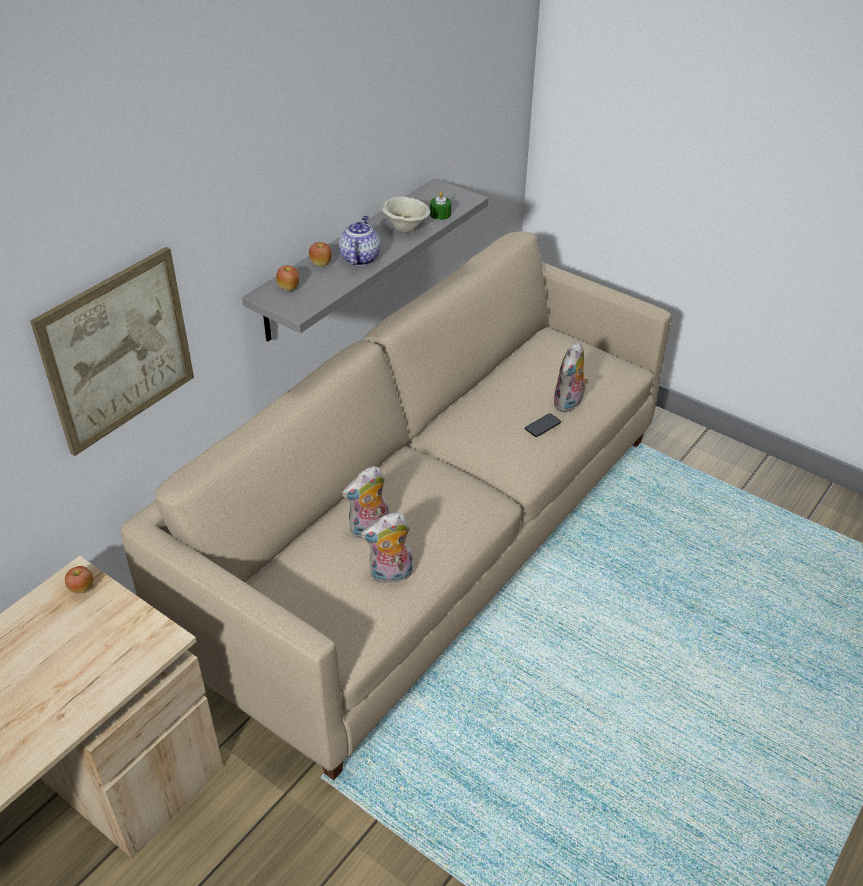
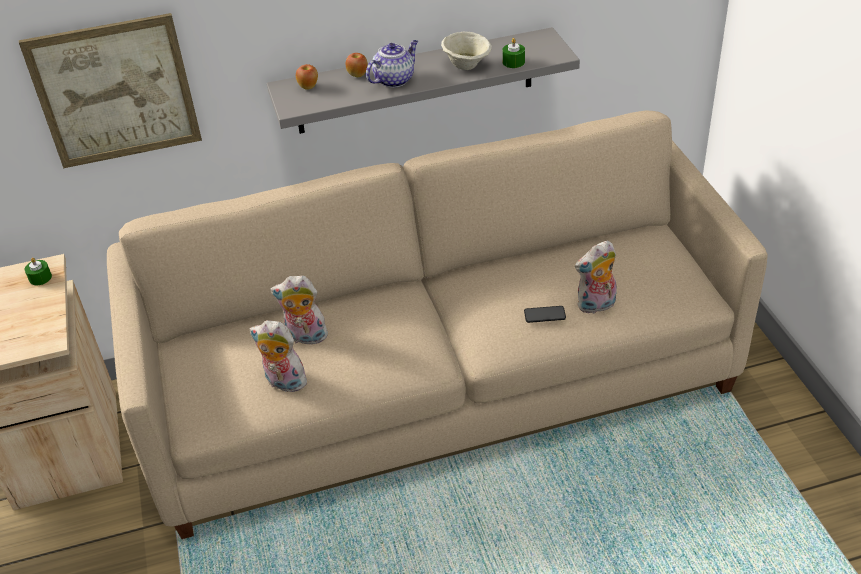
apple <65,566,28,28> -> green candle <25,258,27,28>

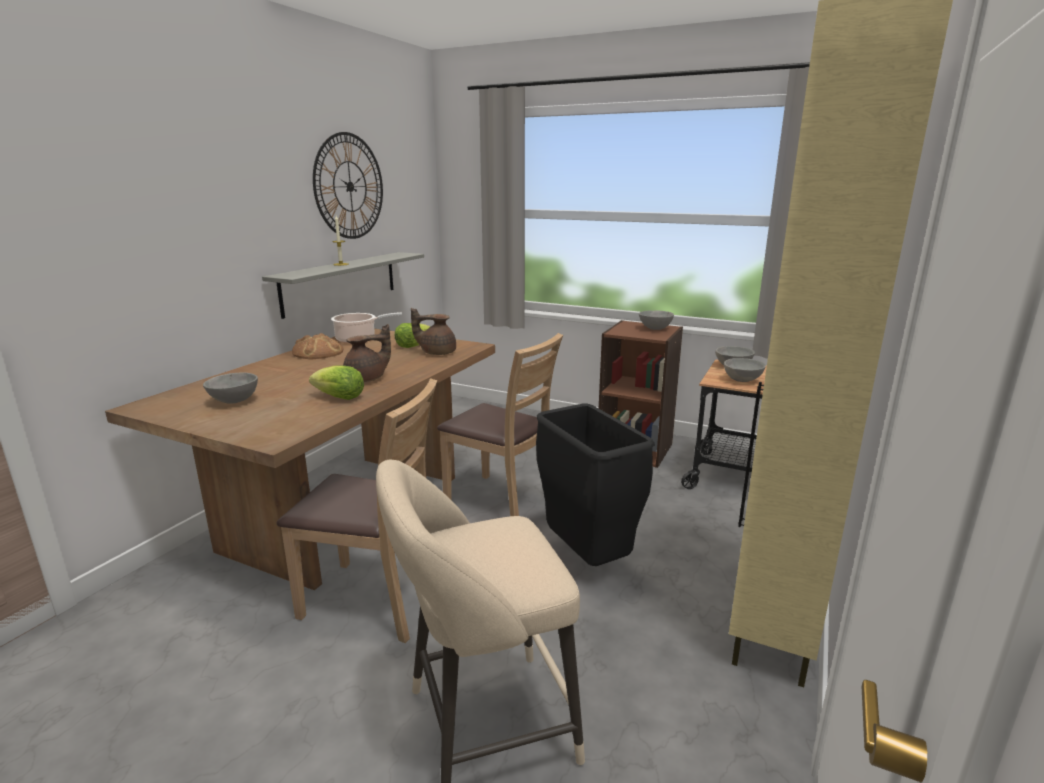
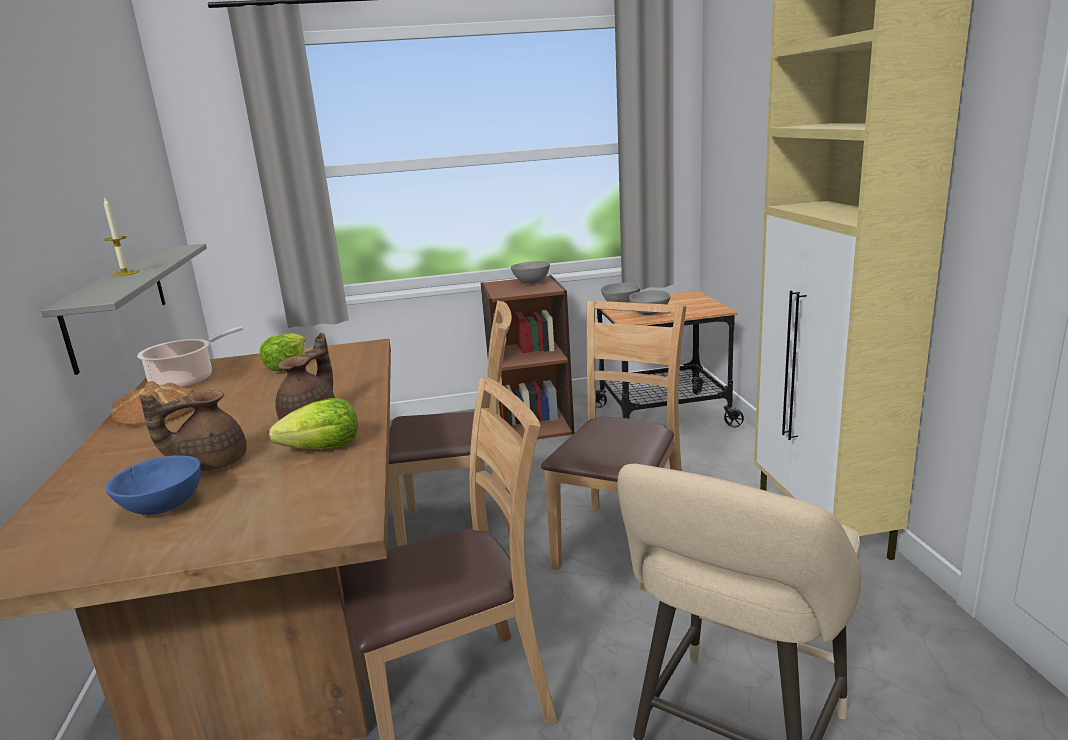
wall clock <313,132,70,107> -> none
brown teapot <411,308,45,47> -> brown teapot <140,390,107,82>, moved
grey bowl <203,372,55,32> -> blue bowl <106,455,95,60>
black trash can <536,404,118,162> -> brown chair <541,301,146,290>

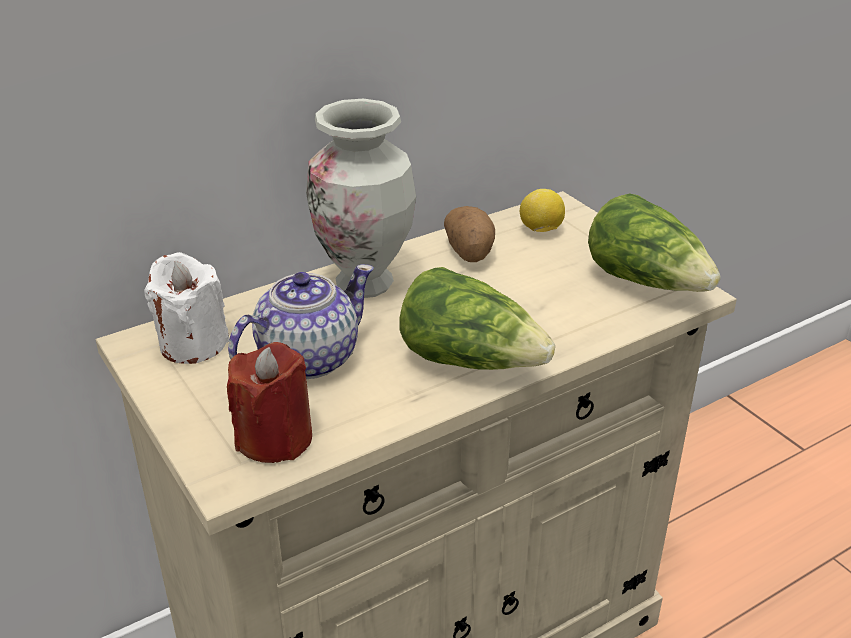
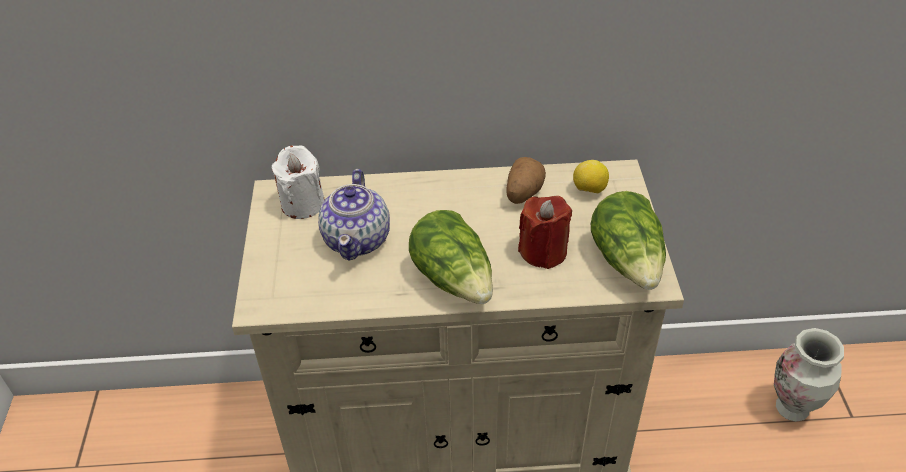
vase <306,99,110,199> -> vase <774,328,70,94>, moved
teapot <228,264,146,115> -> teapot <318,169,72,92>, 105 degrees clockwise
red candle <227,342,85,121> -> red candle <518,196,54,73>, moved

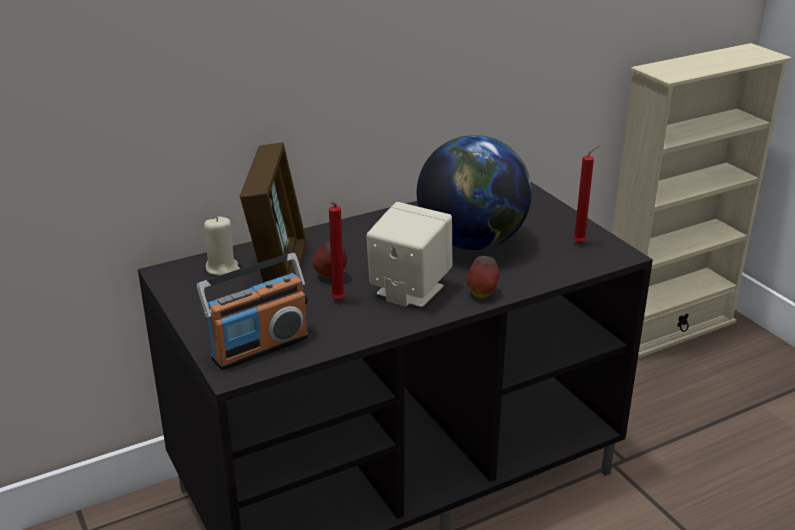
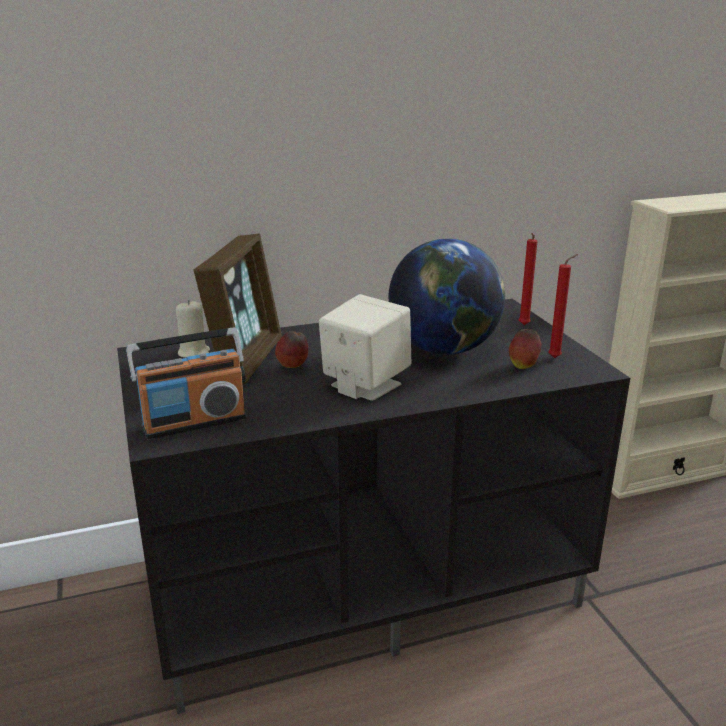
red candle <329,202,16,99> -> red candle <519,233,19,92>, moved
apple <467,256,33,42> -> apple <509,329,32,40>, moved

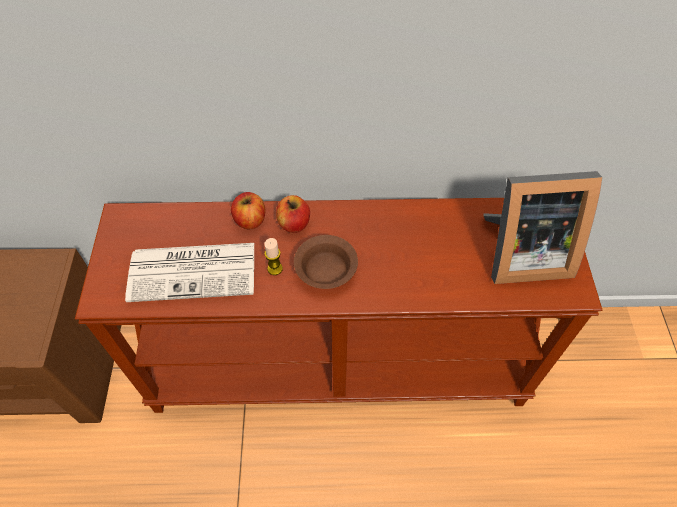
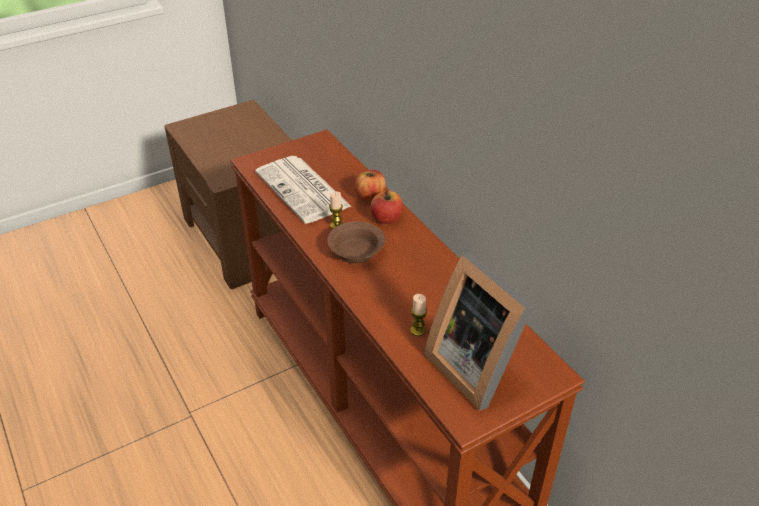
none -> candle <410,294,17,42>

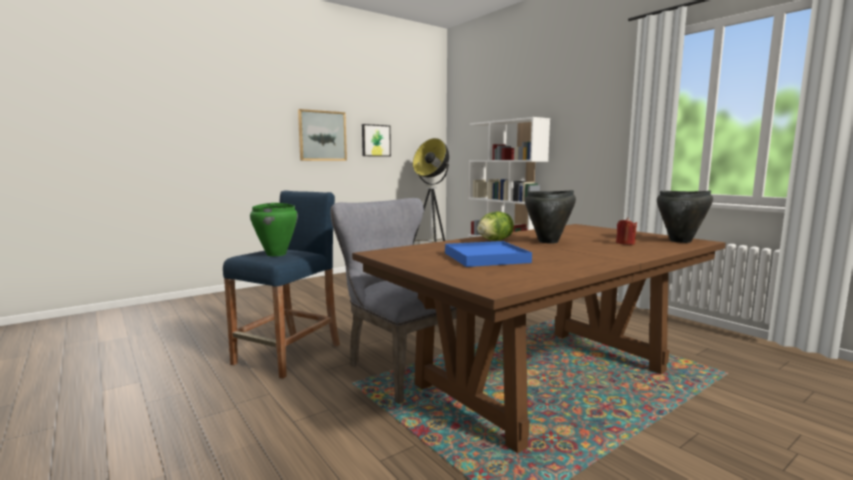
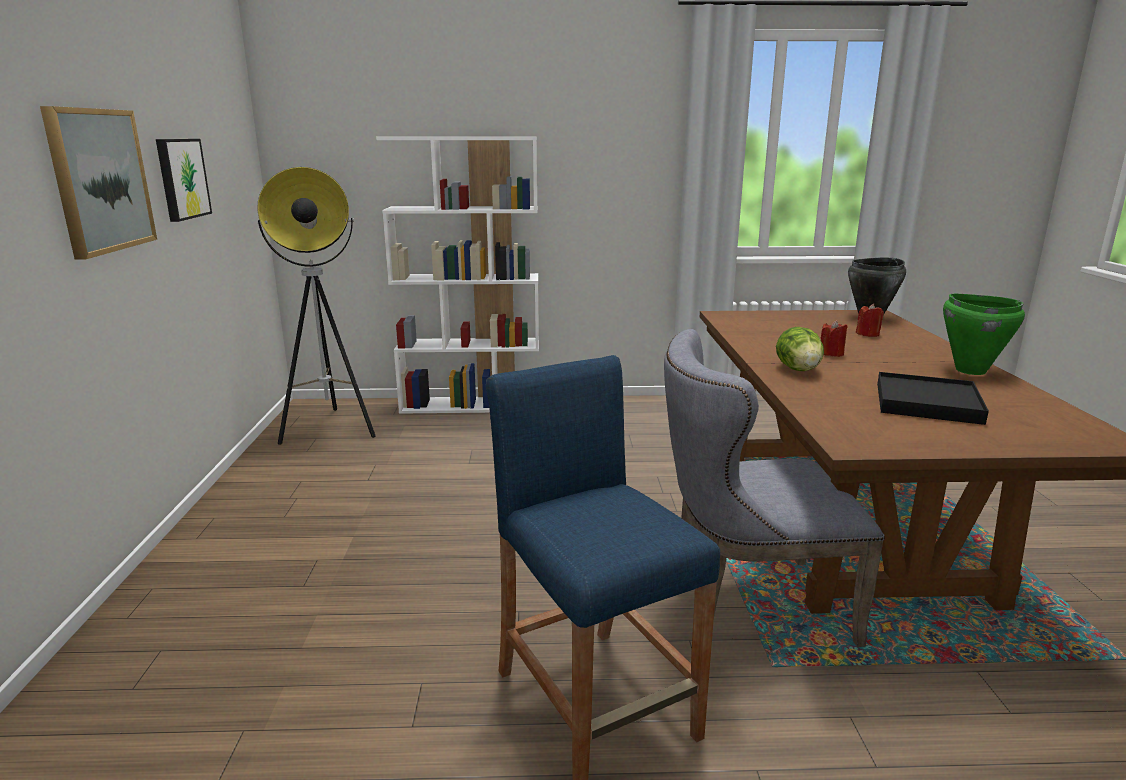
black cooking pot <525,190,51,54> -> red candle <821,320,27,37>
green cooking pot <250,203,48,53> -> green cooking pot <943,294,82,81>, moved
blue tray <445,241,87,26> -> black tray <877,372,112,53>

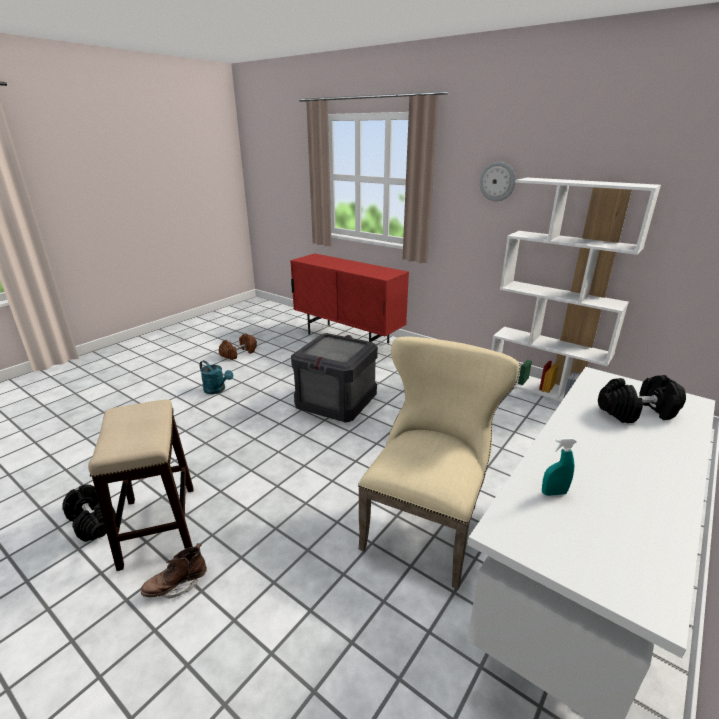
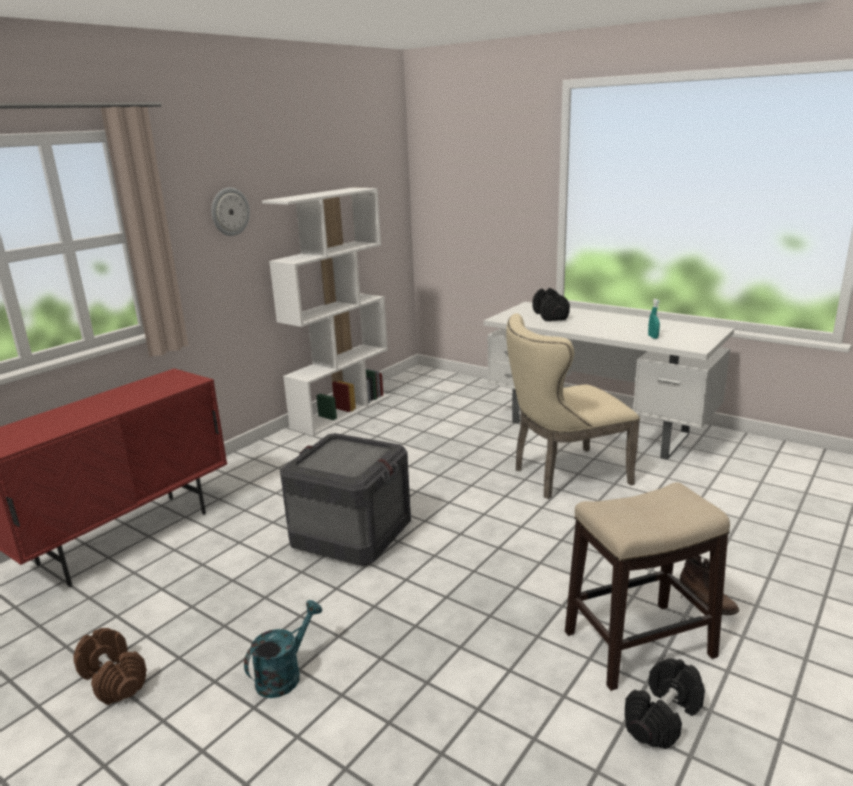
beige chair <358,337,162,252> -> beige chair <506,313,134,186>, 45 degrees counterclockwise

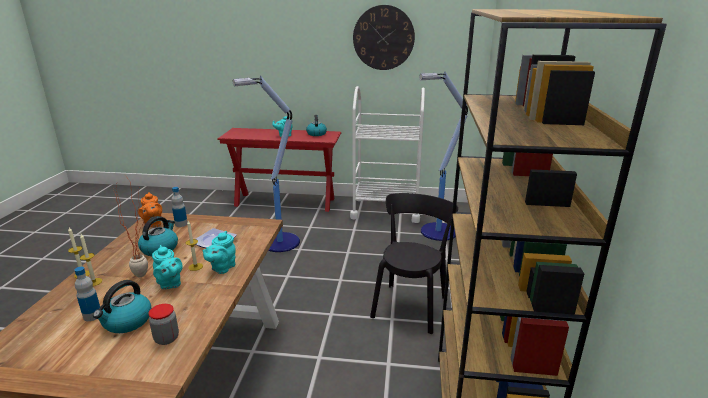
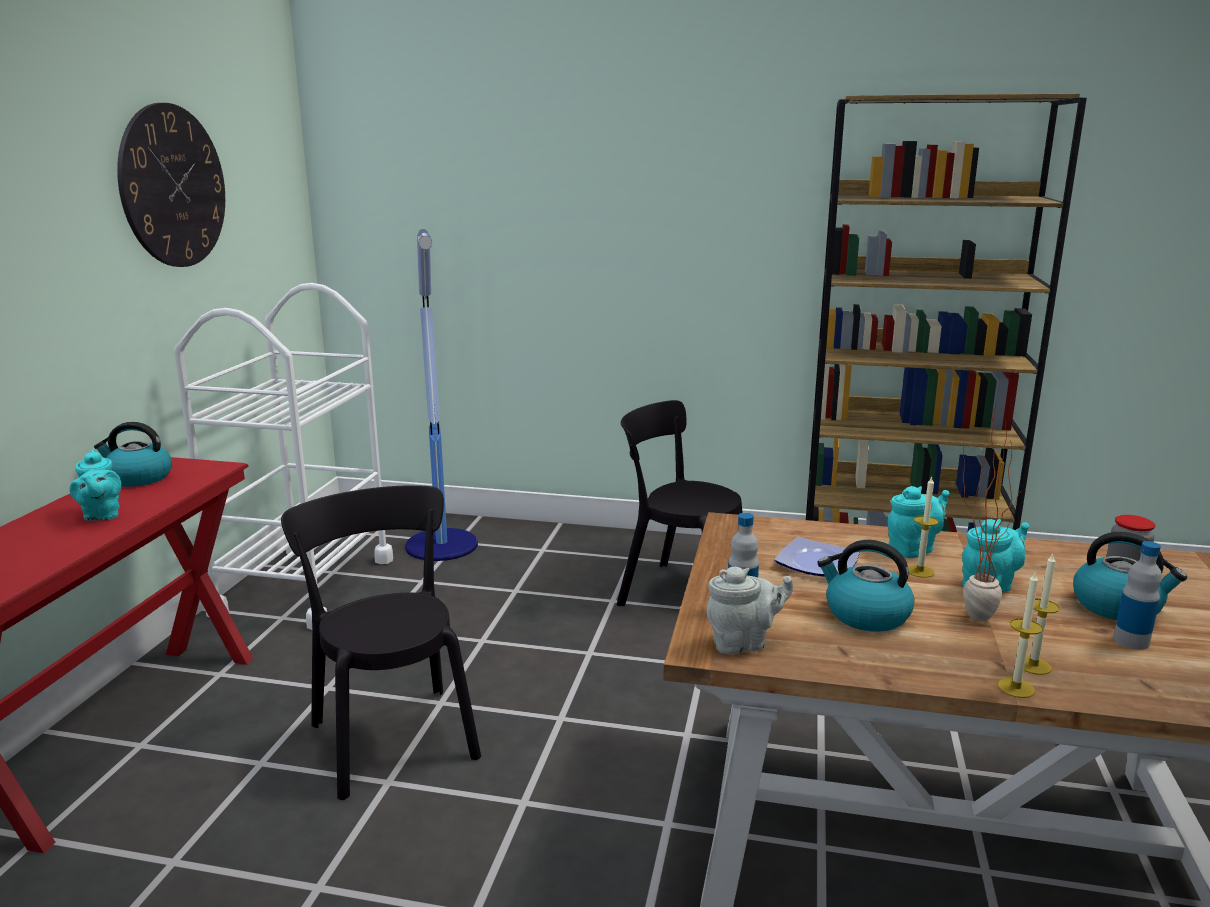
floor lamp <233,76,67,176> -> black chair <281,485,200,315>
orange teapot <138,192,24,35> -> grey teapot <707,567,86,88>
turquoise teapot <202,231,34,43> -> turquoise teapot <888,486,61,72>, 60 degrees counterclockwise

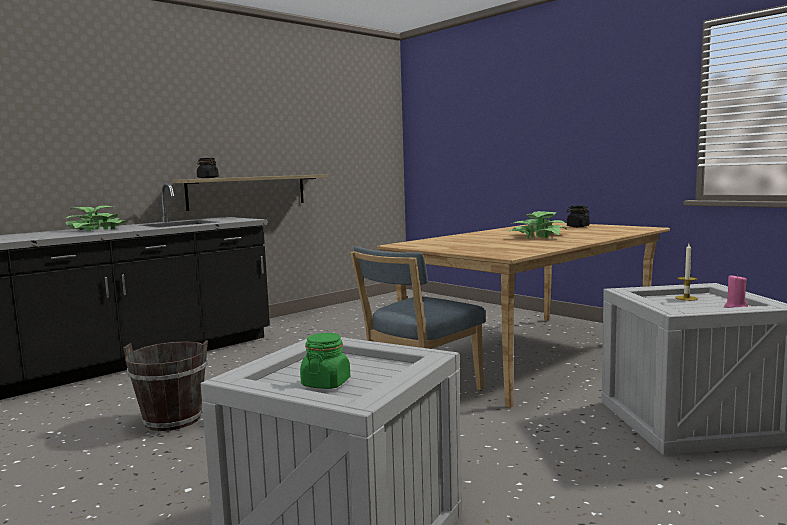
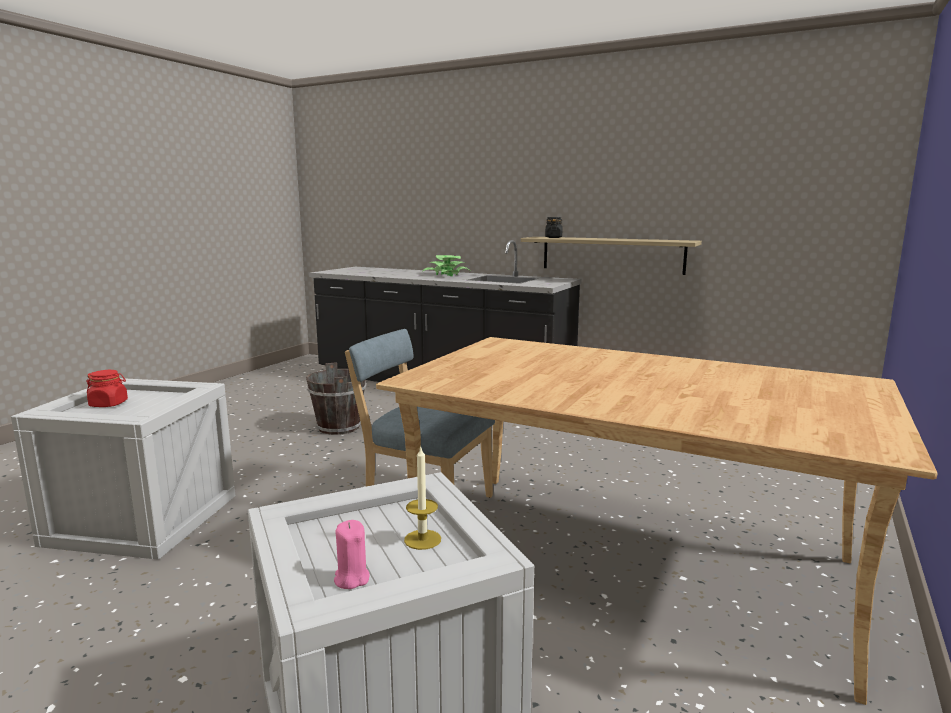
black jar <567,205,23,22> -> none
potted plant <507,211,60,27> -> none
green jar <300,333,50,56> -> red jar <86,370,42,37>

